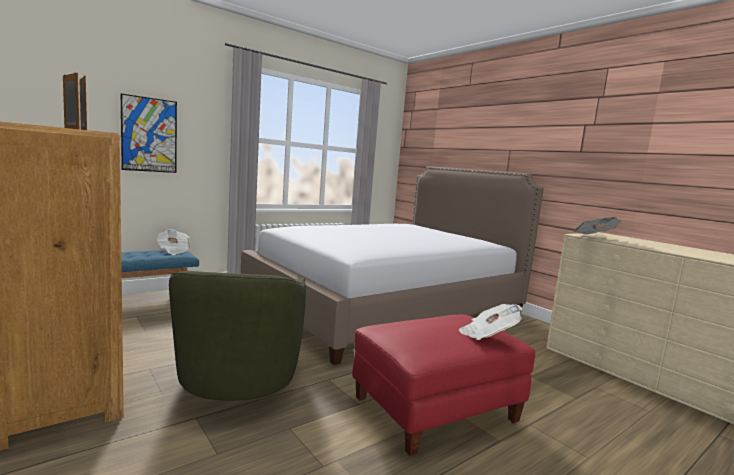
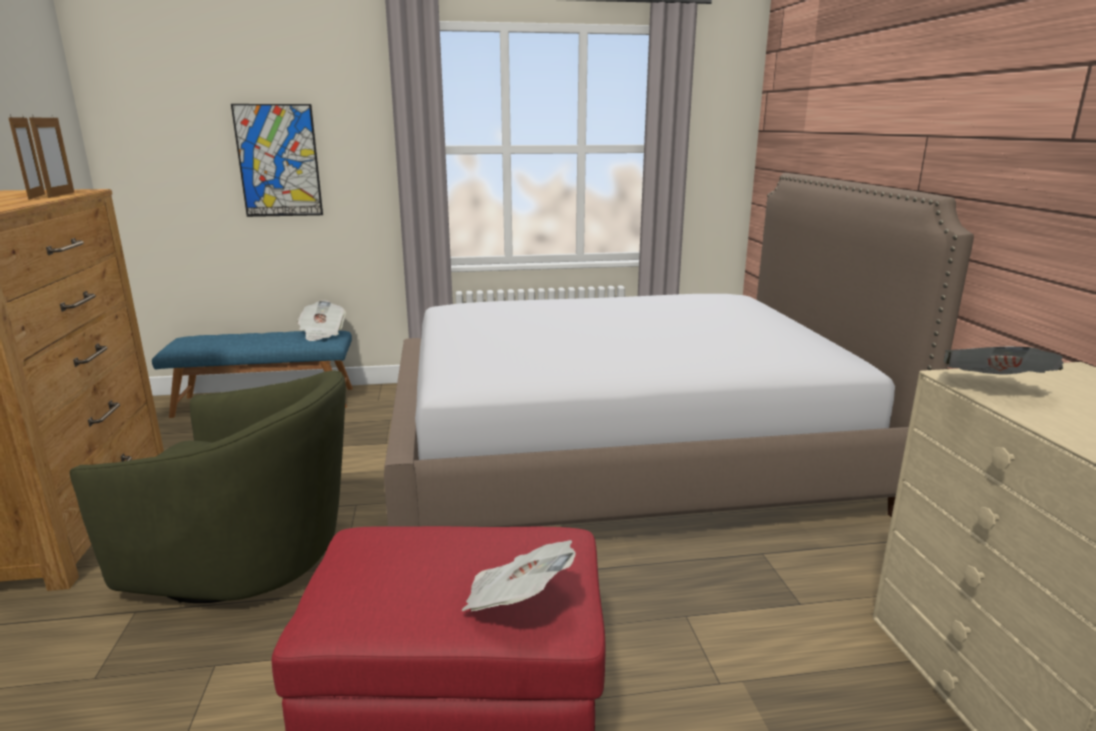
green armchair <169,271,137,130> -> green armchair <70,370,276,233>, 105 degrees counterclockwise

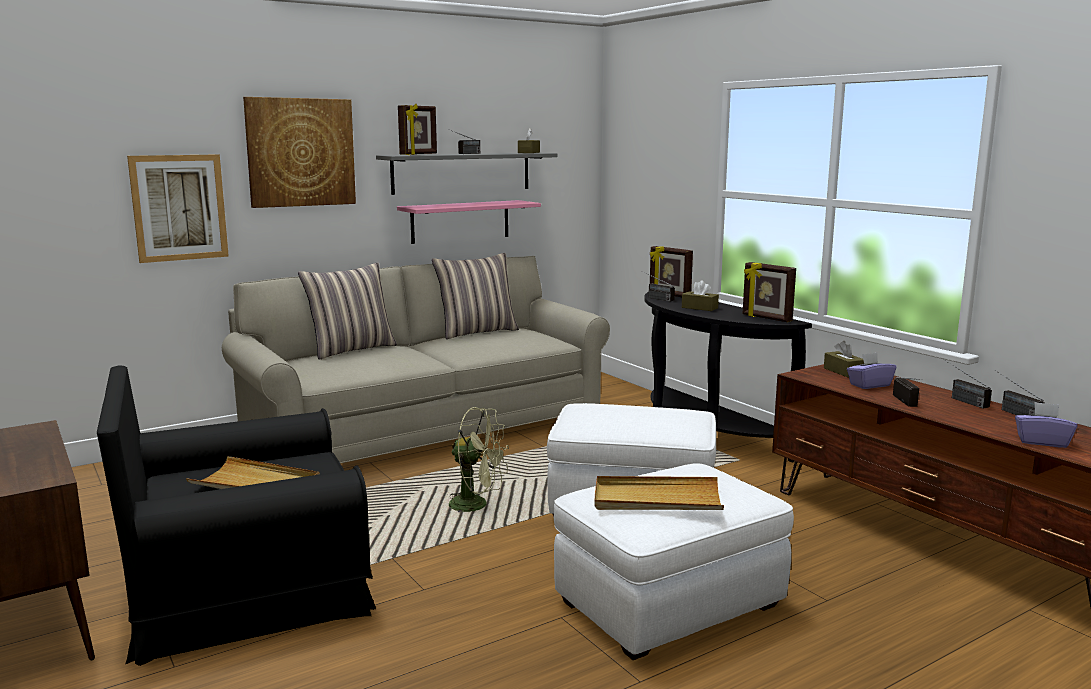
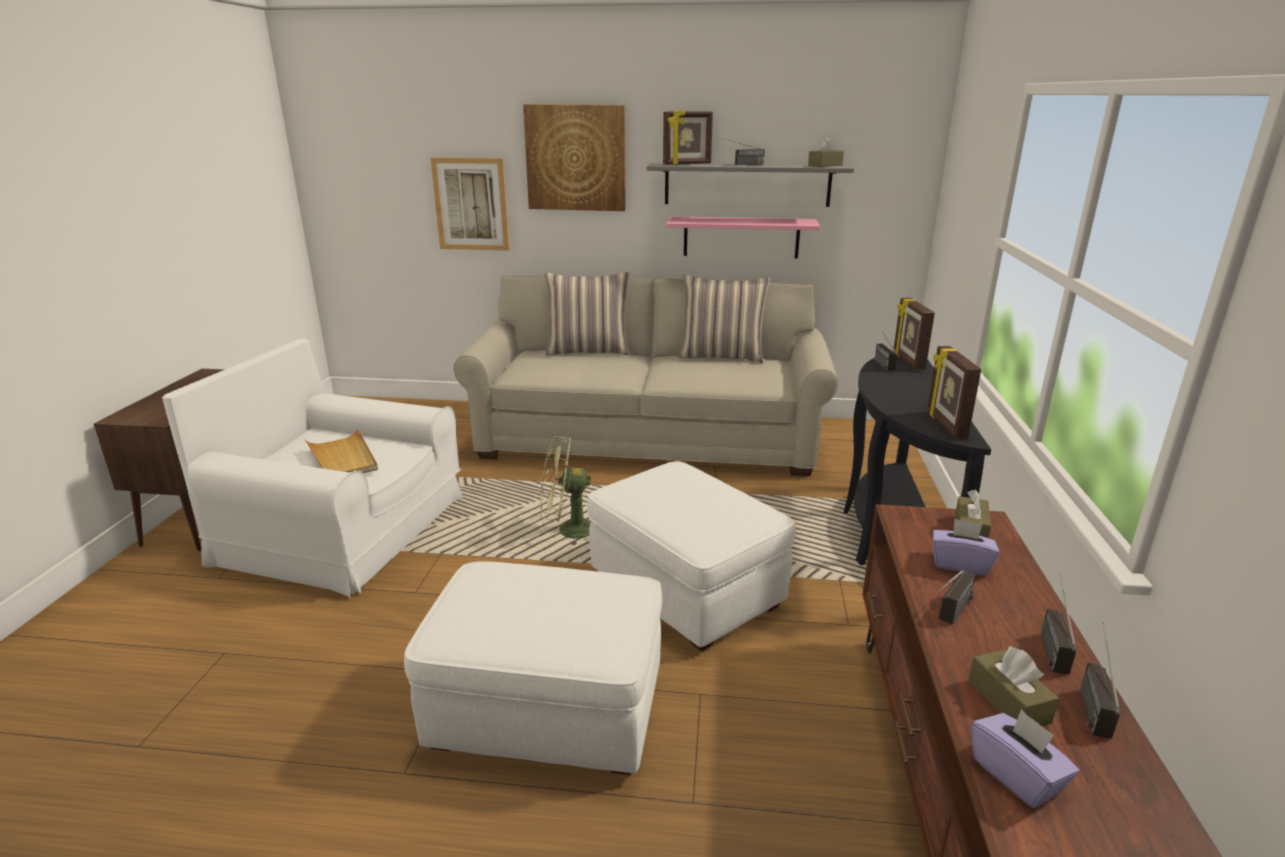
brown tissue box <682,280,37,31> -> brown tissue box <968,646,91,80>, moved
black armchair <97,366,279,300> -> white armchair <162,339,301,259>
green fan <449,407,60,105> -> green fan <540,436,51,110>, 120 degrees clockwise
beige tray <594,476,130,34> -> none

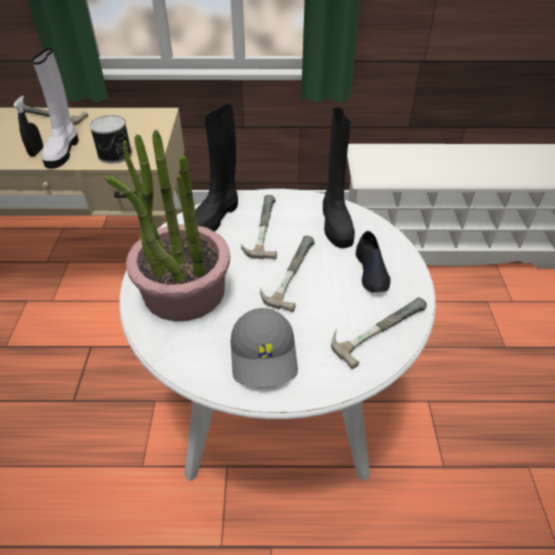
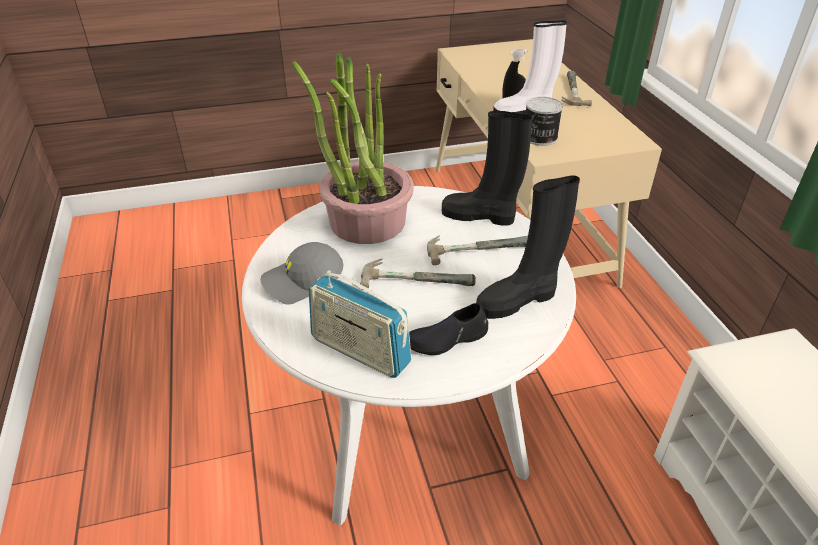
hammer <331,298,96,71> -> radio <309,270,103,108>

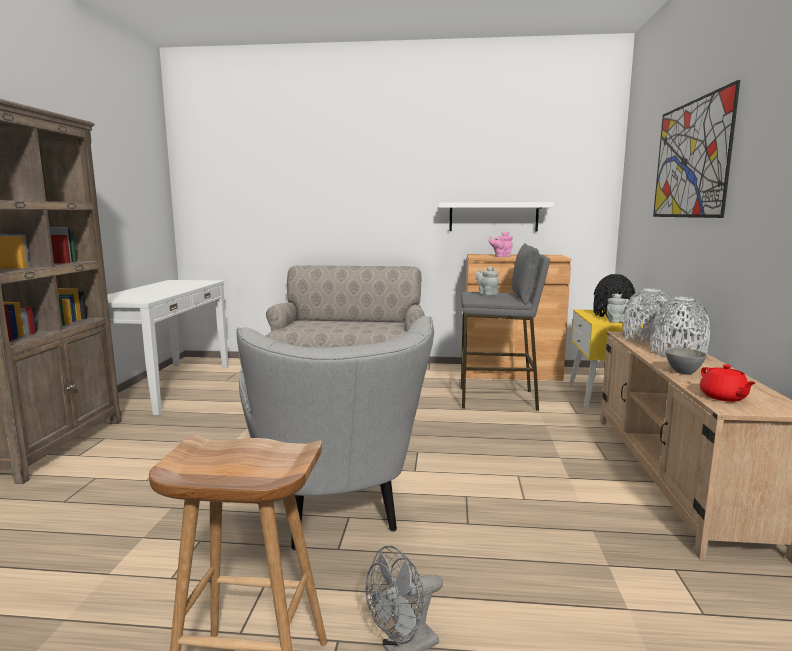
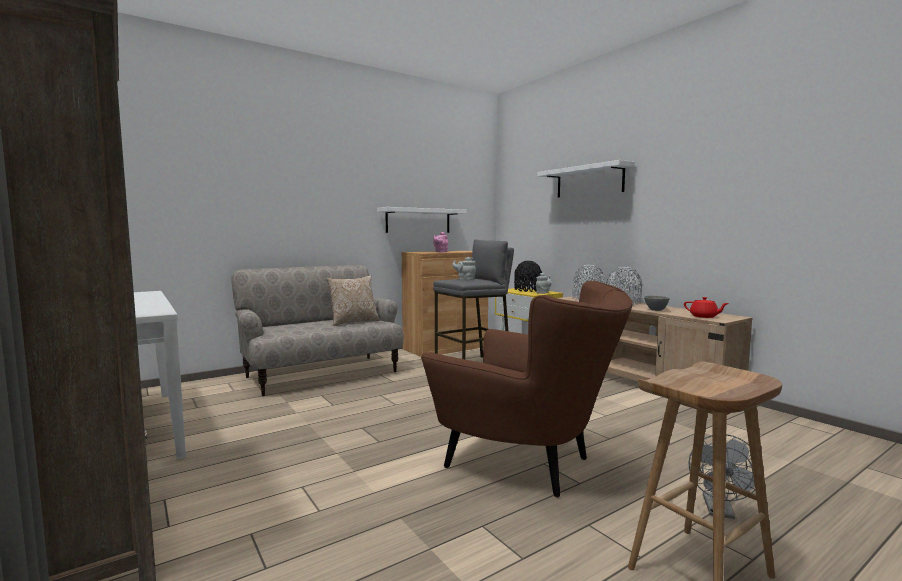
picture <653,80,87,138> -> white shelf <537,160,98,38>
grey armchair <236,316,198,235> -> brown armchair <421,281,212,216>
none -> pillow <326,275,54,51>

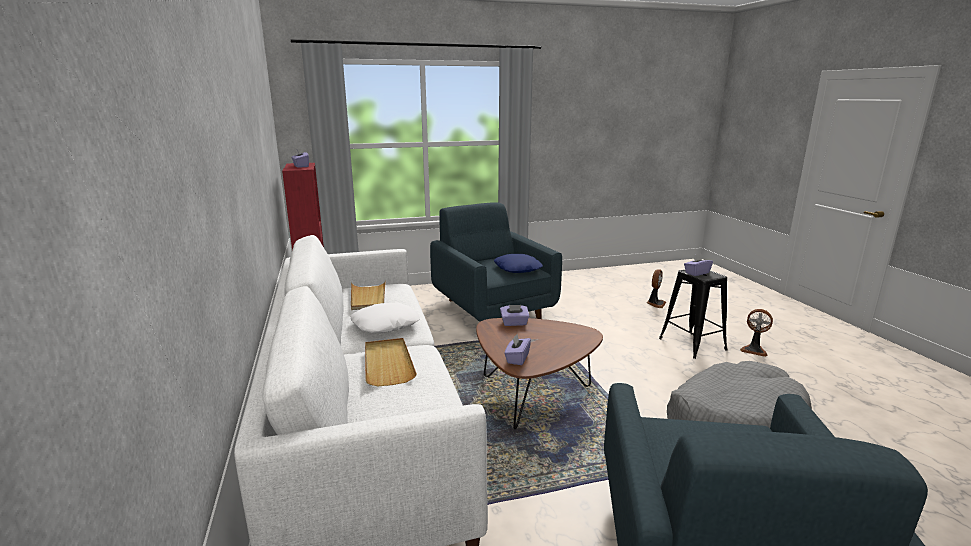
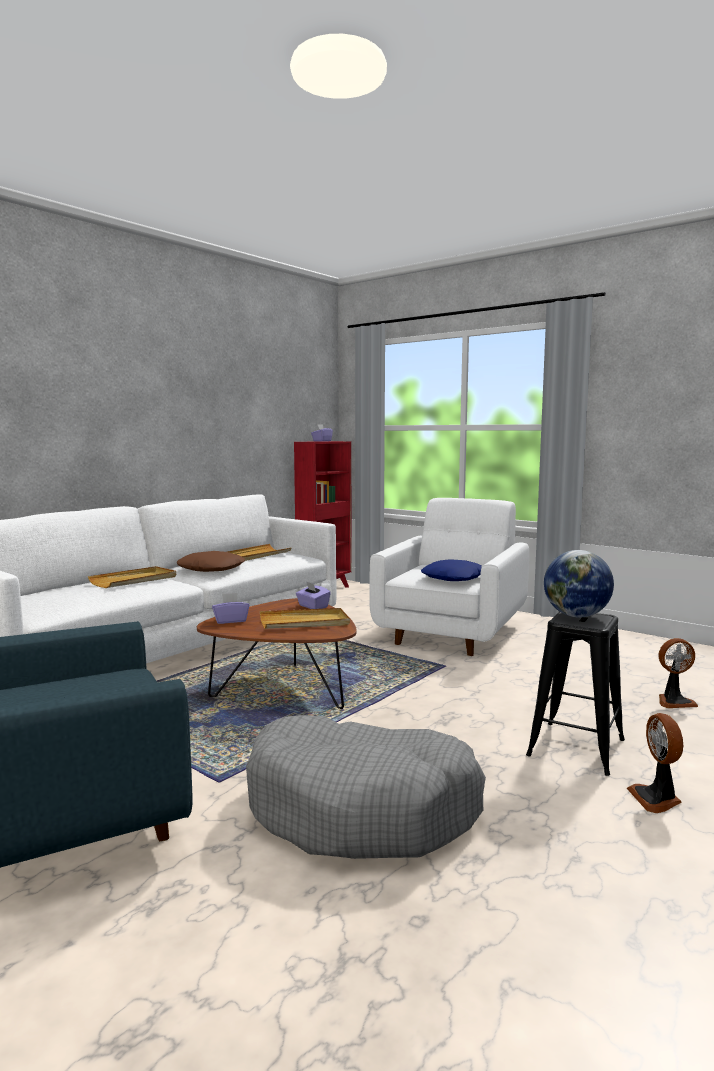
blue armchair <430,202,132,120> -> white armchair <370,498,159,158>
purple tissue box <684,254,29,22> -> globe <544,550,70,67>
white pillow <350,303,70,30> -> brown pillow <177,551,68,21>
none -> beige tray <260,608,90,21>

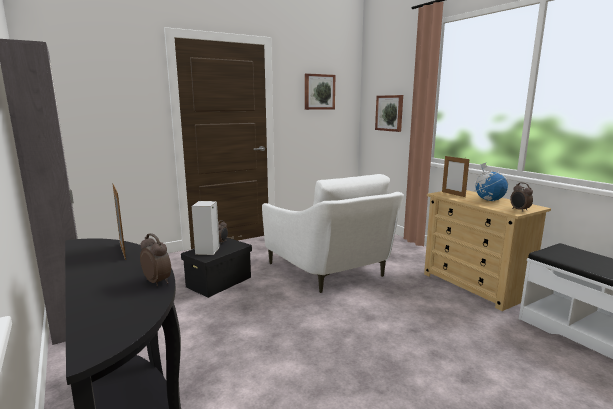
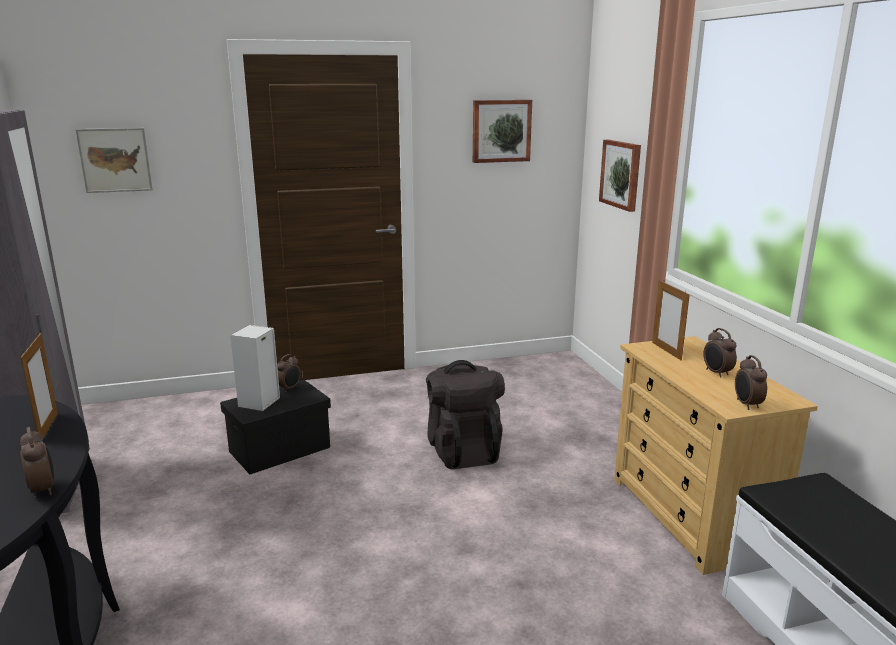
globe <474,163,34,38> -> alarm clock <703,328,34,50>
white armchair <262,174,142,119> -> black backpack <426,360,79,109>
none -> picture <75,128,78,65>

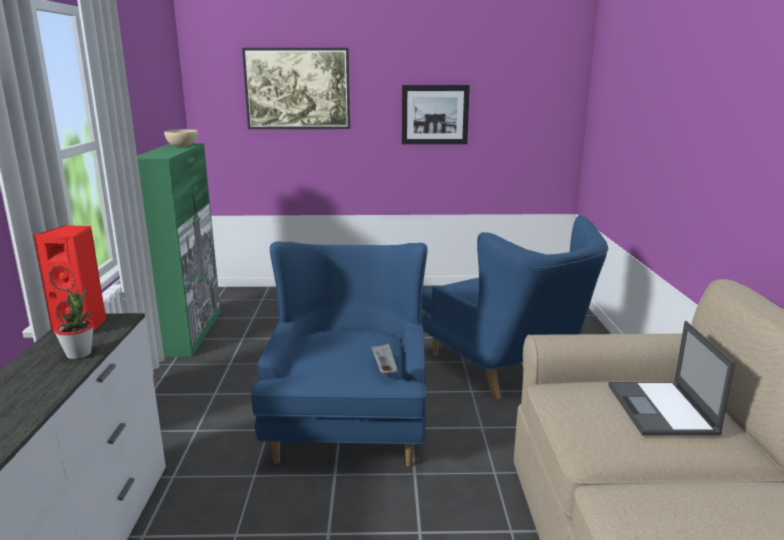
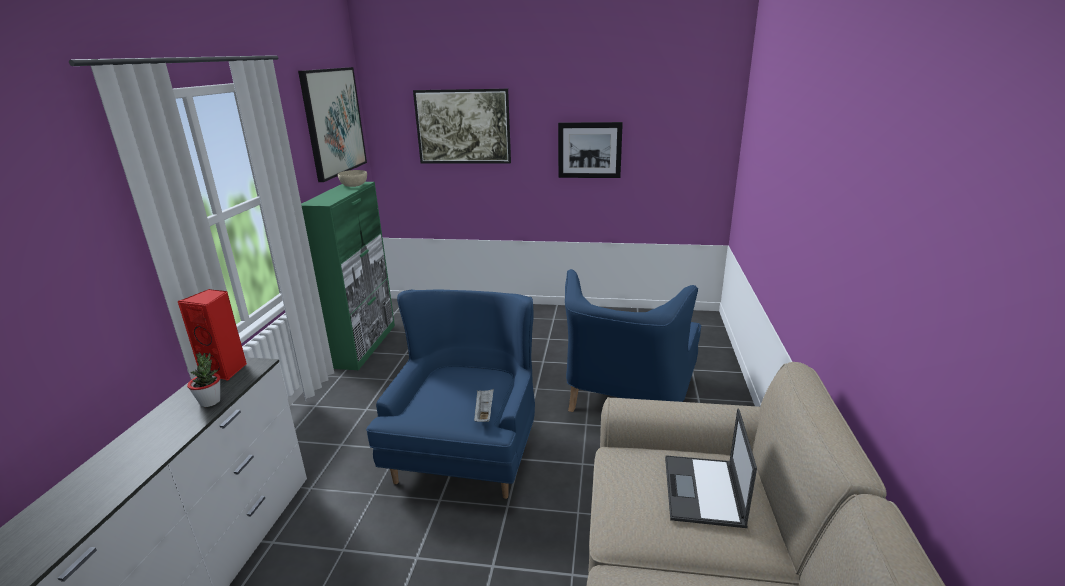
blue armchair <422,216,186,183> -> blue armchair <565,269,137,143>, 45 degrees clockwise
none -> picture <298,67,69,115>

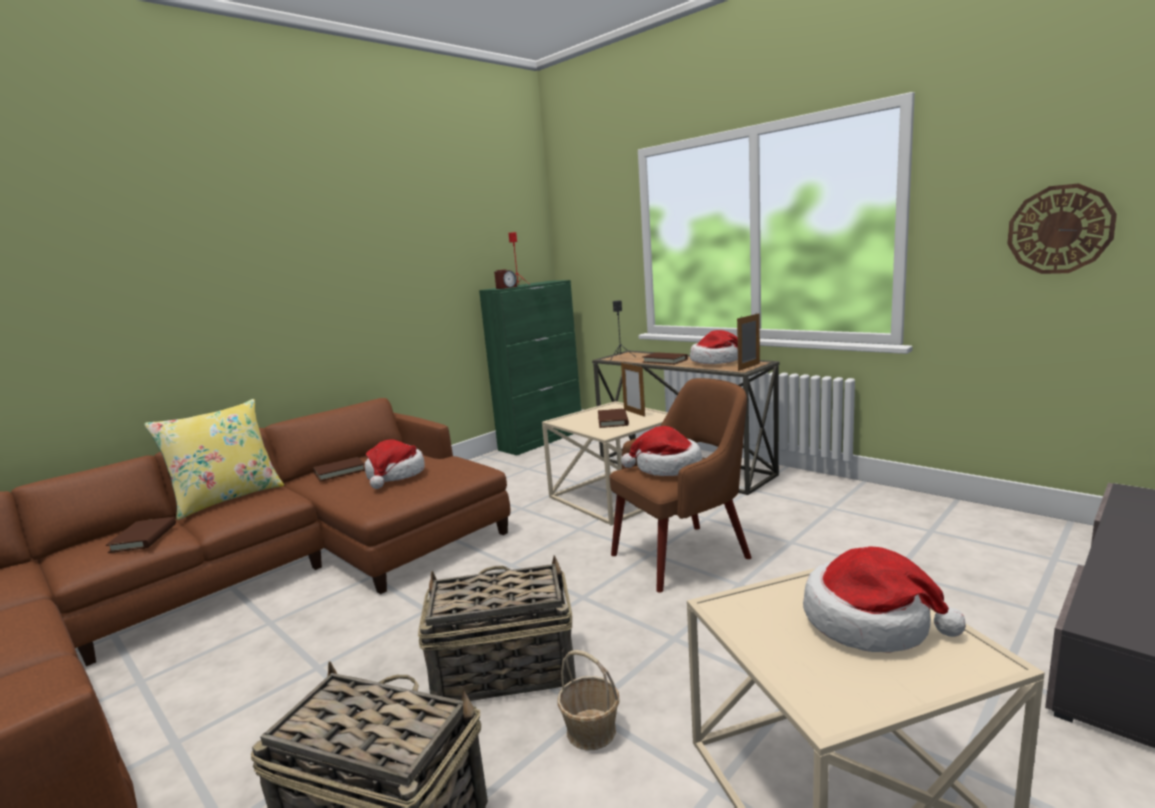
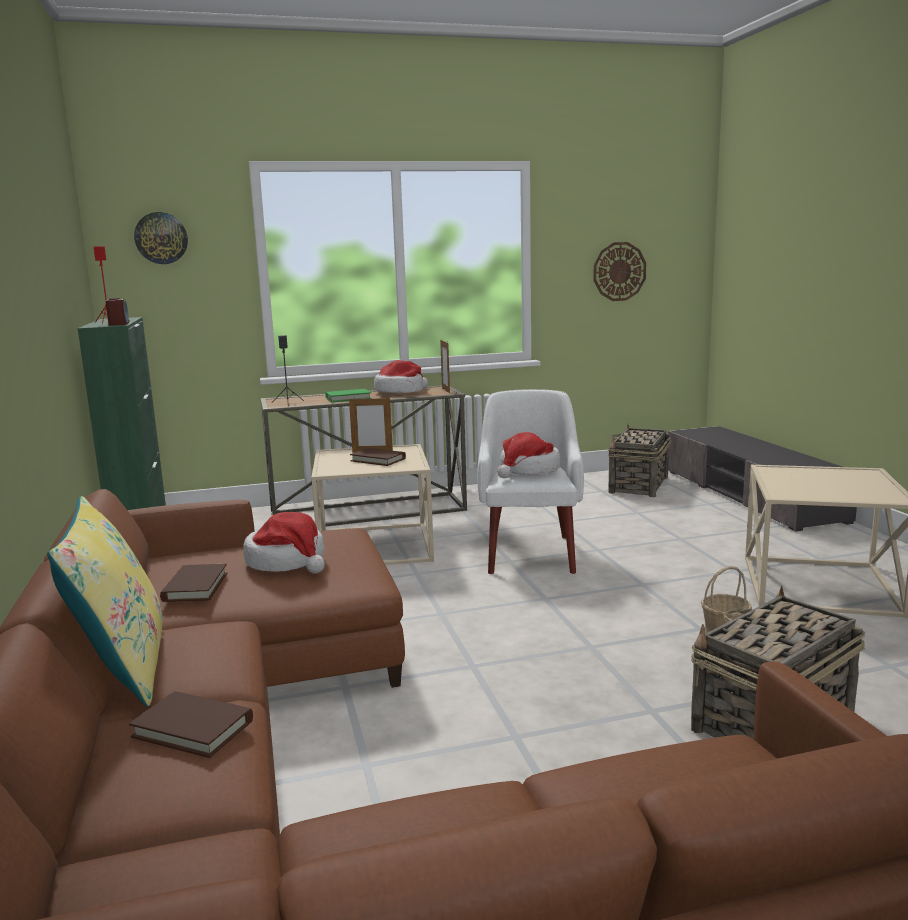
brown book <642,352,46,13> -> green book <326,389,46,13>
brown armchair <609,378,143,215> -> white armchair <477,389,107,185>
hat <803,546,163,106> -> none
basket <418,555,158,146> -> basket <608,424,63,73>, moved
none -> wall clock <134,212,54,52>

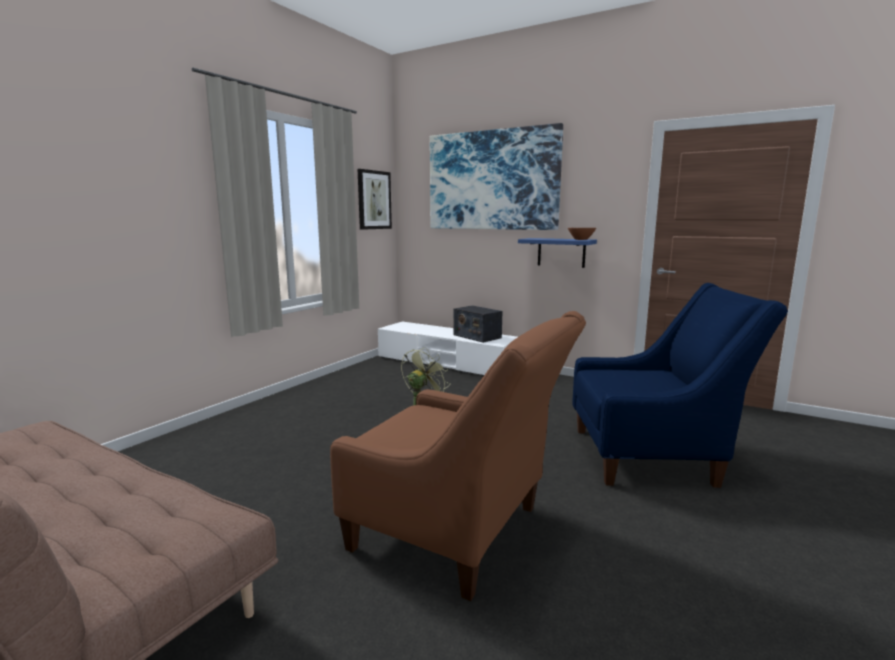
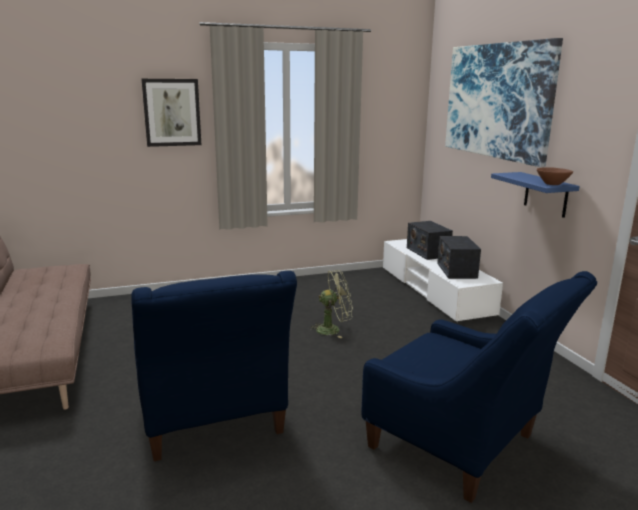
picture <358,169,34,61> -> picture <141,79,60,68>, moved
brown armchair <330,311,256,290> -> blue armchair <131,271,166,190>
none -> radio <407,221,46,39>

